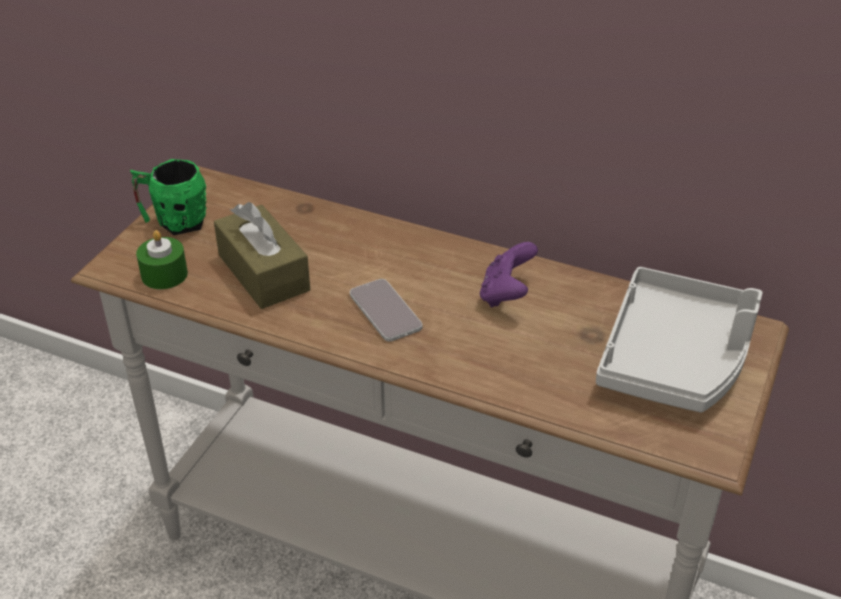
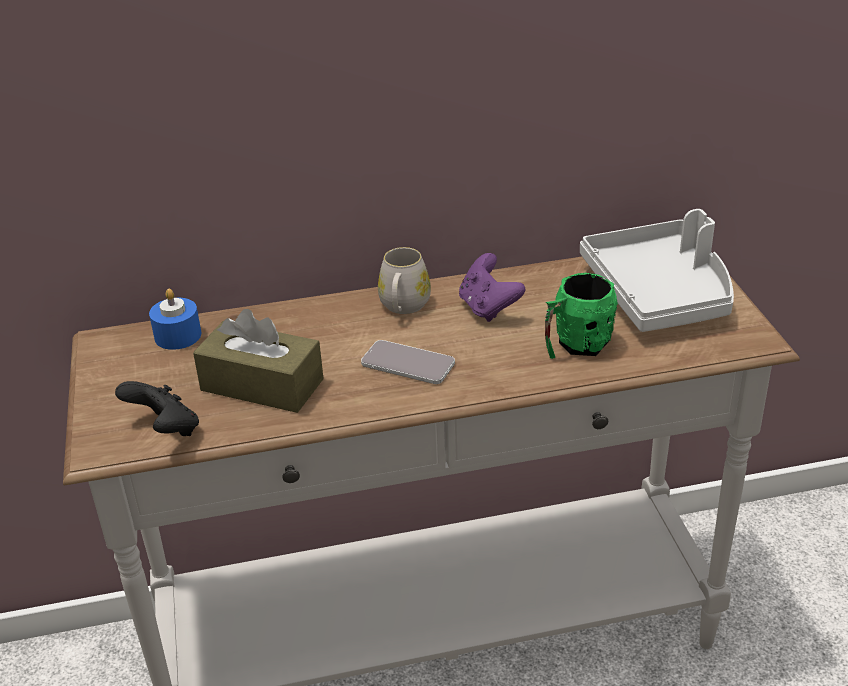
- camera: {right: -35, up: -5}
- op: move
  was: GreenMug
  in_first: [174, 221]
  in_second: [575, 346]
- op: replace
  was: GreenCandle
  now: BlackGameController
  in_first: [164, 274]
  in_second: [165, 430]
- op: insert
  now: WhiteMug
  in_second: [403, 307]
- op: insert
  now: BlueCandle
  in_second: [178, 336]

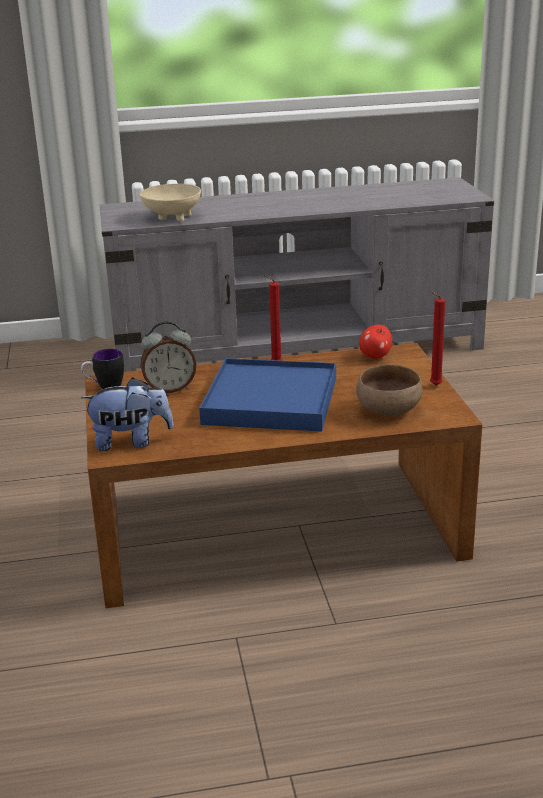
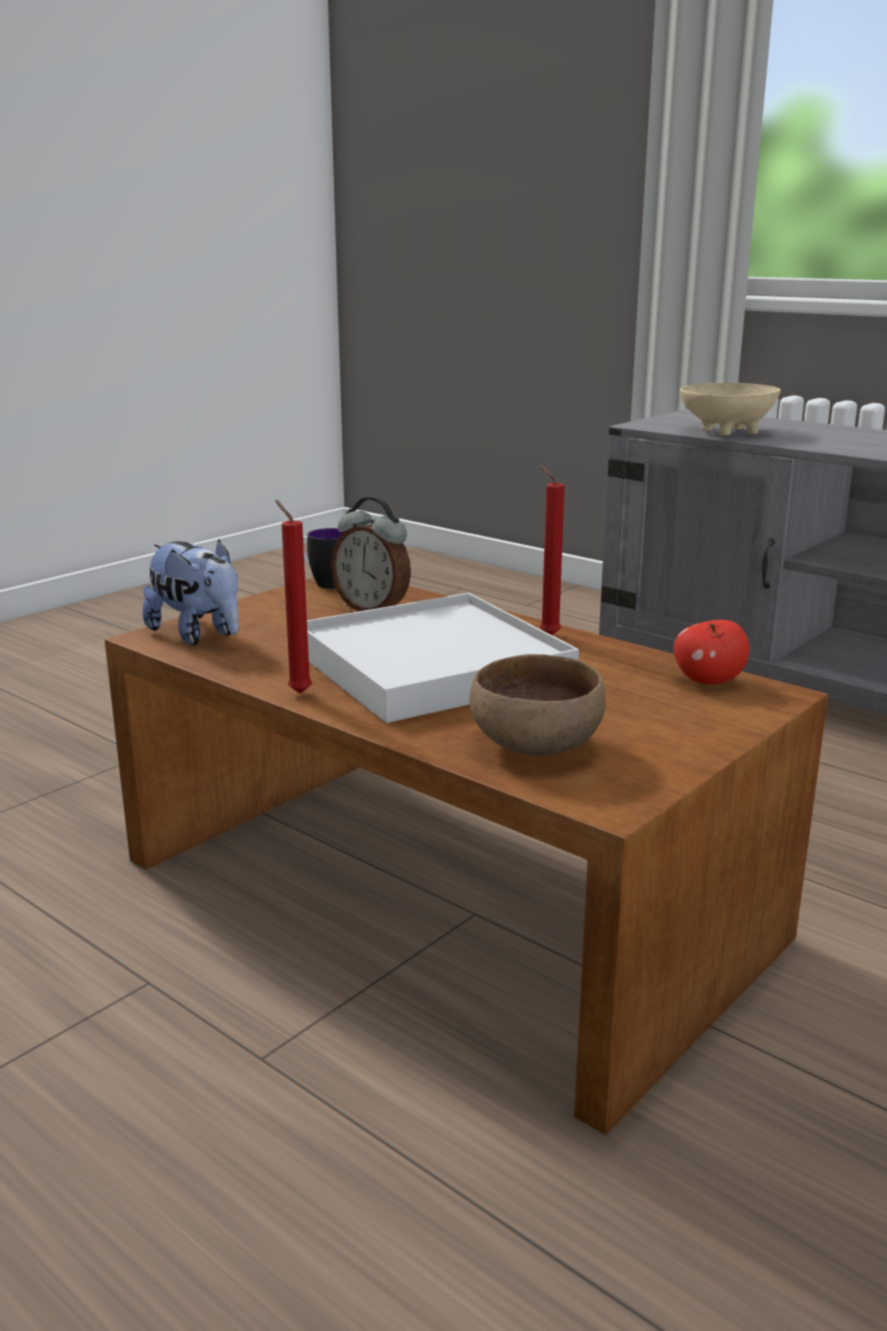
- camera: {right: 50, up: -5}
- op: move
  was: RedCandle
  in_first: [433, 385]
  in_second: [297, 692]
- op: recolor
  was: BlueTray
  now: WhiteTray
  in_first: [271, 401]
  in_second: [433, 666]

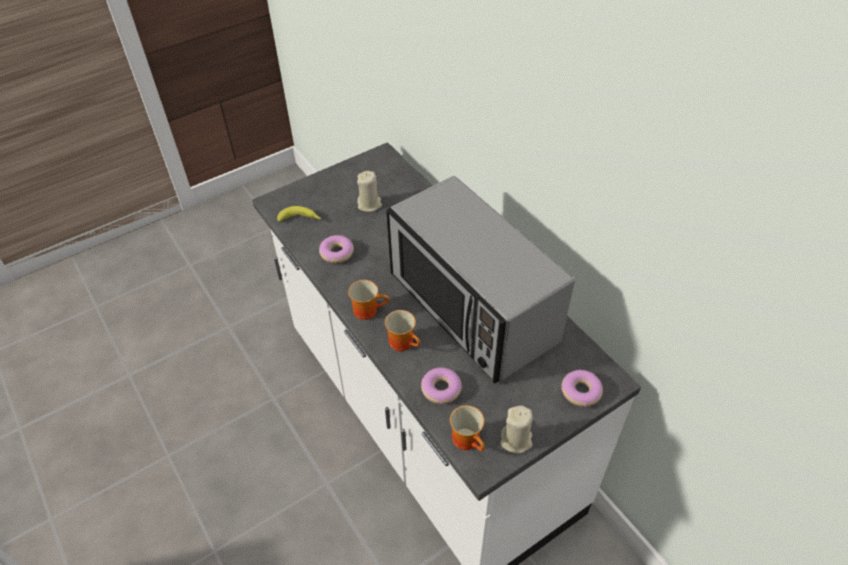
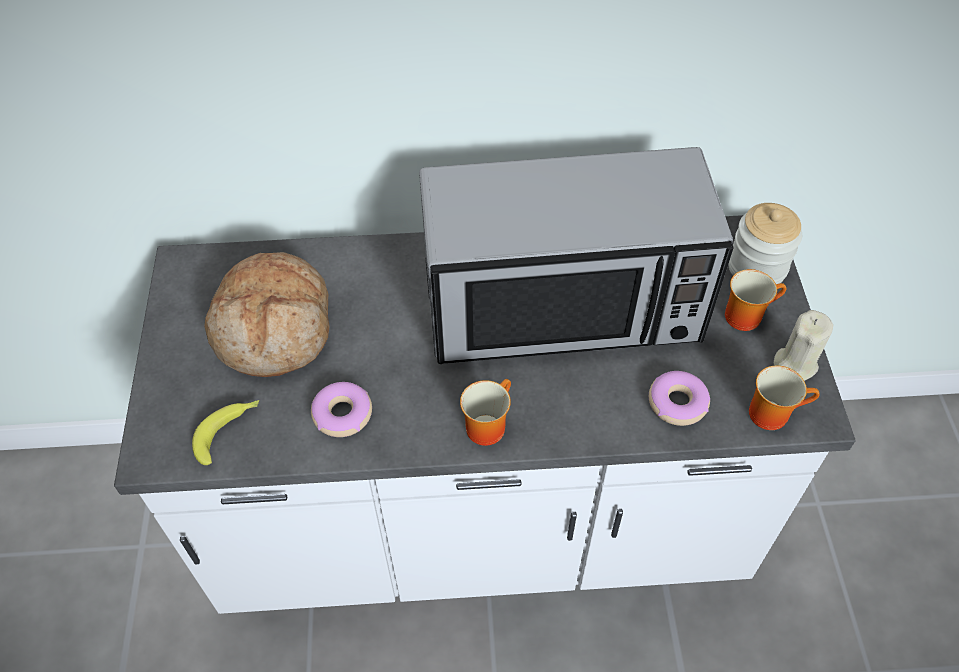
- camera: {right: -60, up: 5}
- op: replace
  was: BeigeCandle
  now: Bread
  in_first: [369, 204]
  in_second: [274, 328]
- op: move
  was: Mug
  in_first: [404, 342]
  in_second: [745, 313]
- op: replace
  was: Donut
  now: Jar
  in_first: [581, 391]
  in_second: [757, 267]

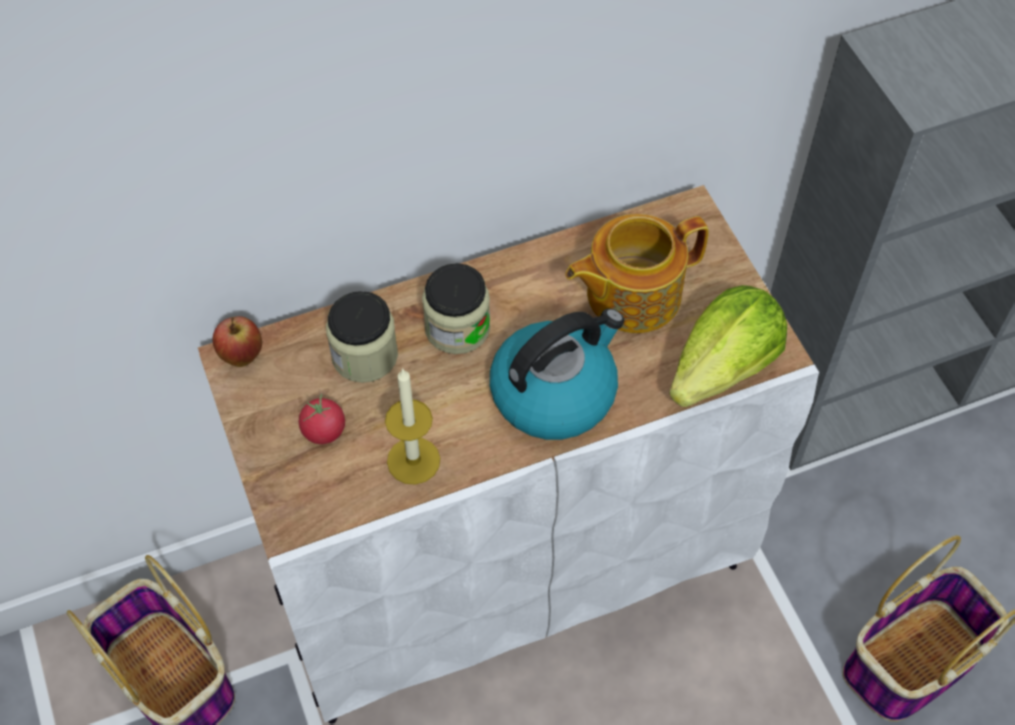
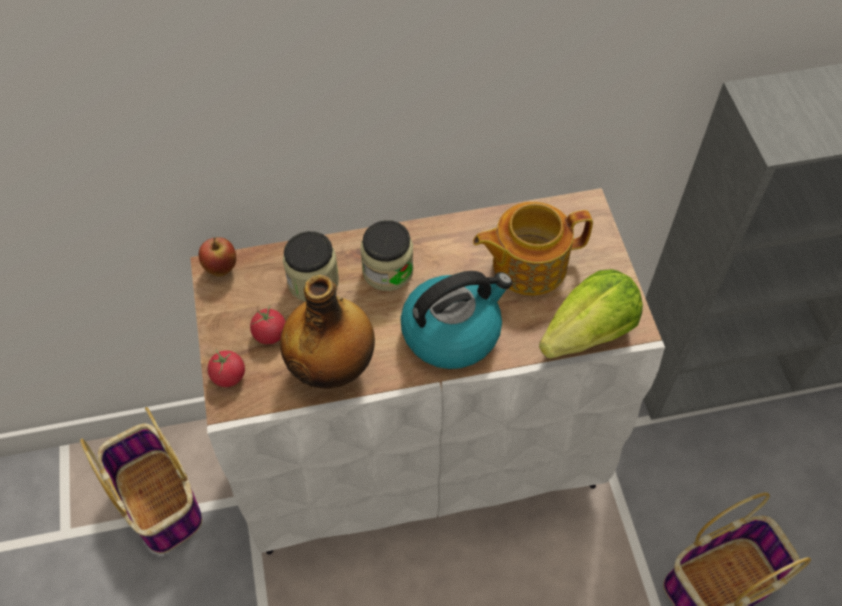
- camera: {right: 10, up: 0}
- op: replace
  was: Candle
  now: Bottle
  in_first: [413, 460]
  in_second: [333, 367]
- op: insert
  now: Tomato
  in_second: [228, 376]

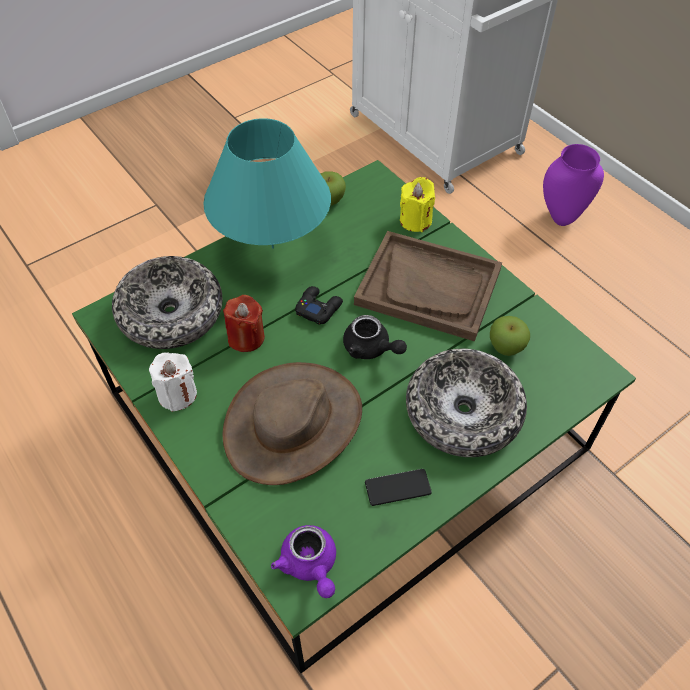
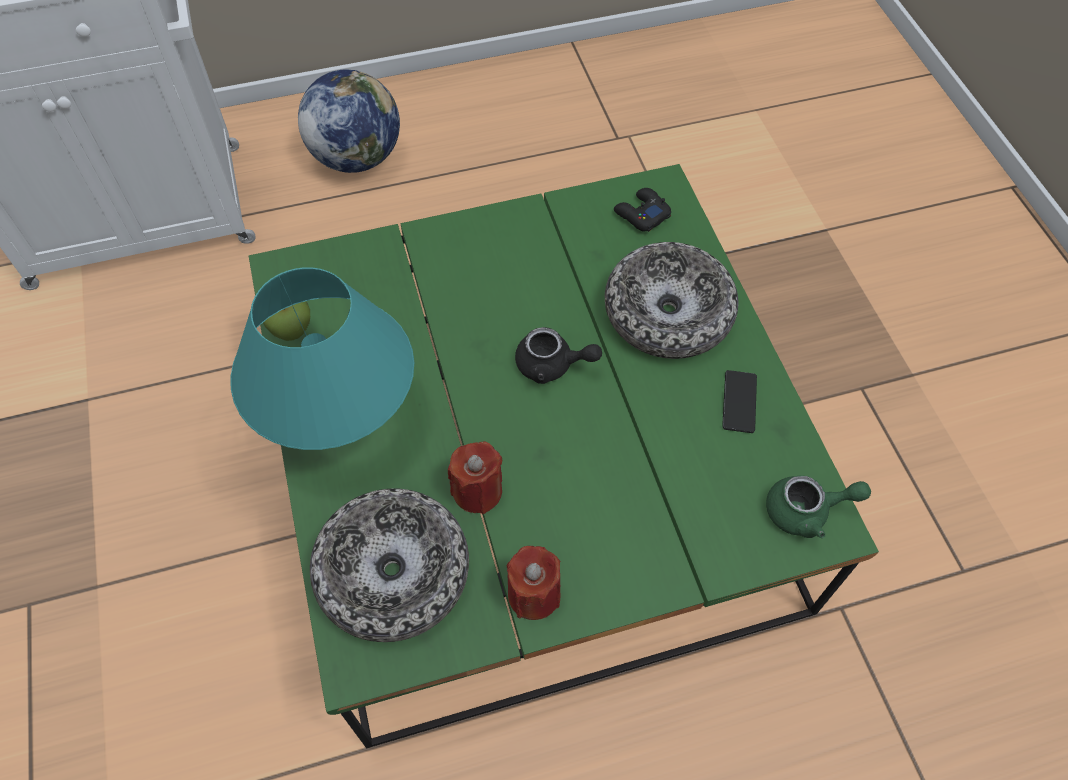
- camera: {right: -70, up: 5}
- op: replace
  was: PurpleVase
  now: Globe
  in_first: [561, 217]
  in_second: [356, 157]
- op: delete
  was: YellowCandle
  in_first: [415, 220]
- op: delete
  was: BrownTray
  in_first: [428, 287]
- op: move
  was: BlackGameController
  in_first: [318, 308]
  in_second: [641, 214]
- op: rotate
  was: BlackTeapot
  in_first: [371, 349]
  in_second: [552, 365]
  clockwise: 45
- op: delete
  was: Apple
  in_first: [505, 347]
- op: recolor
  was: WhiteCandle
  now: RedCandle
  in_first: [177, 394]
  in_second: [534, 594]
- op: delete
  was: BrownHat
  in_first: [294, 424]
- op: recolor
  was: PurpleTeapot
  now: GreenTeapot
  in_first: [310, 565]
  in_second: [806, 511]

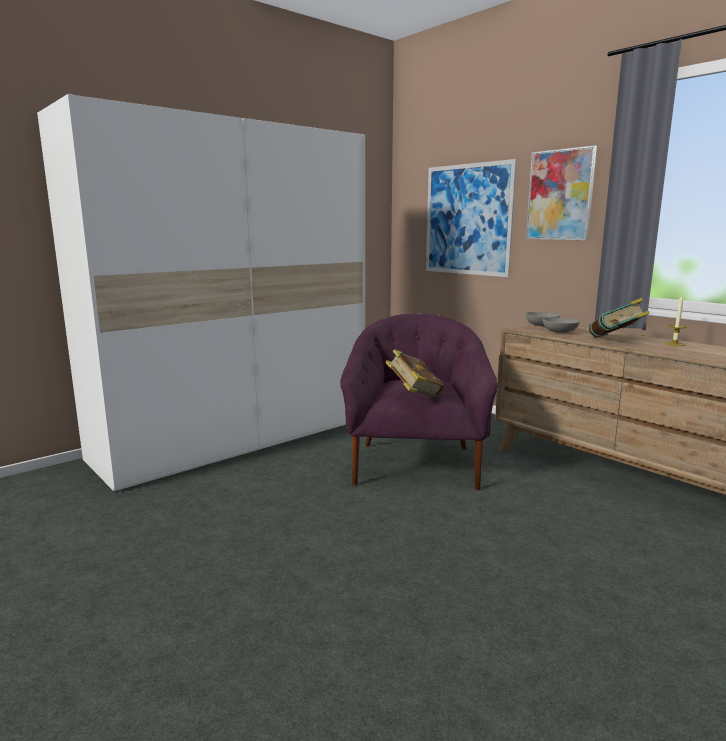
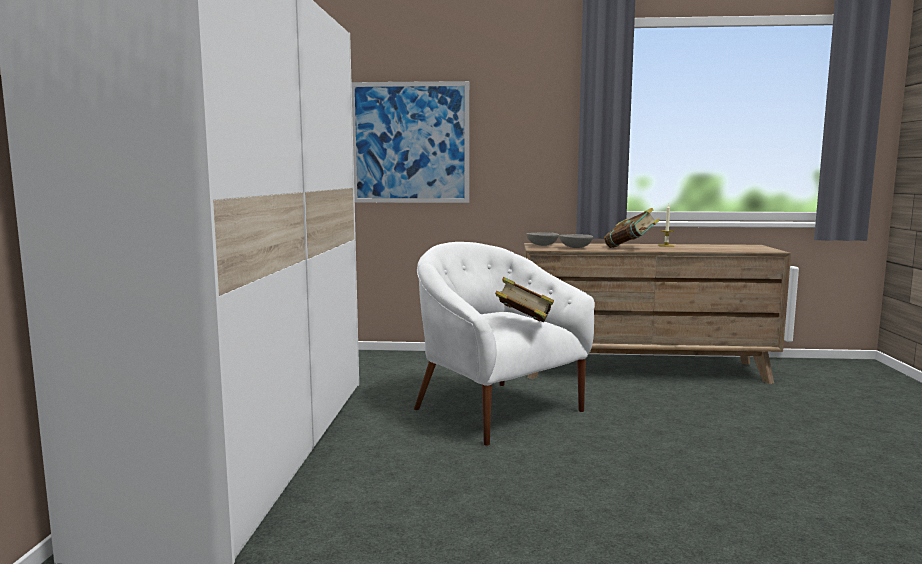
- camera: {right: -45, up: -5}
- op: delete
  was: Picture
  in_first: [560, 195]
- op: recolor
  was: PurpleArmchair
  now: WhiteArmchair
  in_first: [415, 464]
  in_second: [495, 410]

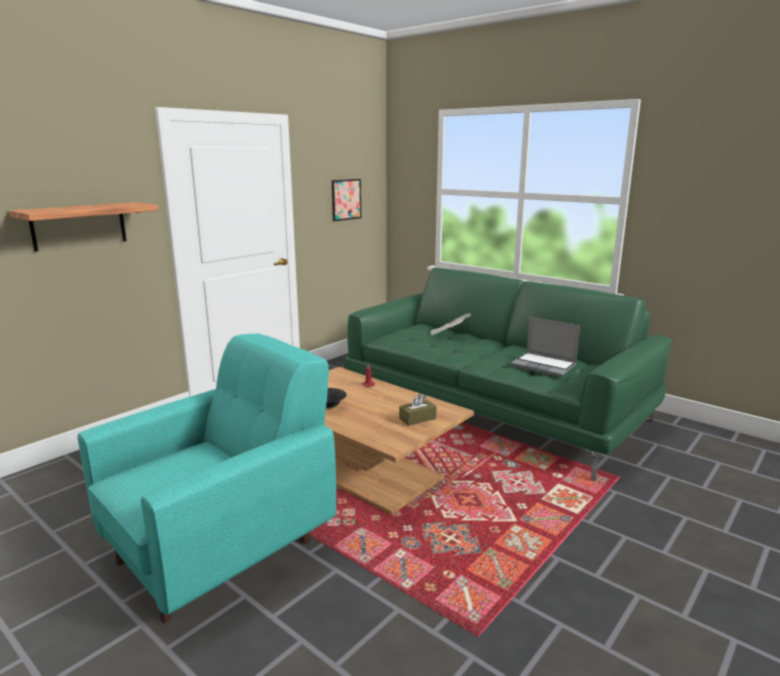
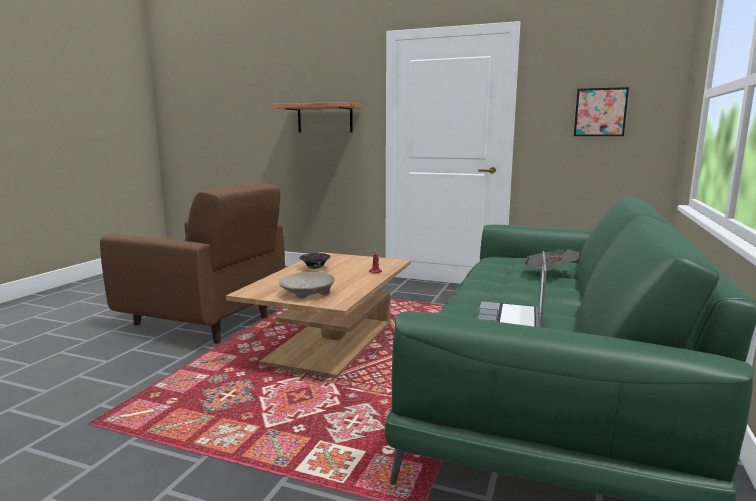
- camera: {right: 70, up: -5}
- op: recolor
  was: TurquoiseArmchair
  now: BrownArmchair
  in_first: [223, 549]
  in_second: [205, 322]
- op: replace
  was: BrownTissueBox
  now: BeigeBowl
  in_first: [417, 419]
  in_second: [308, 293]

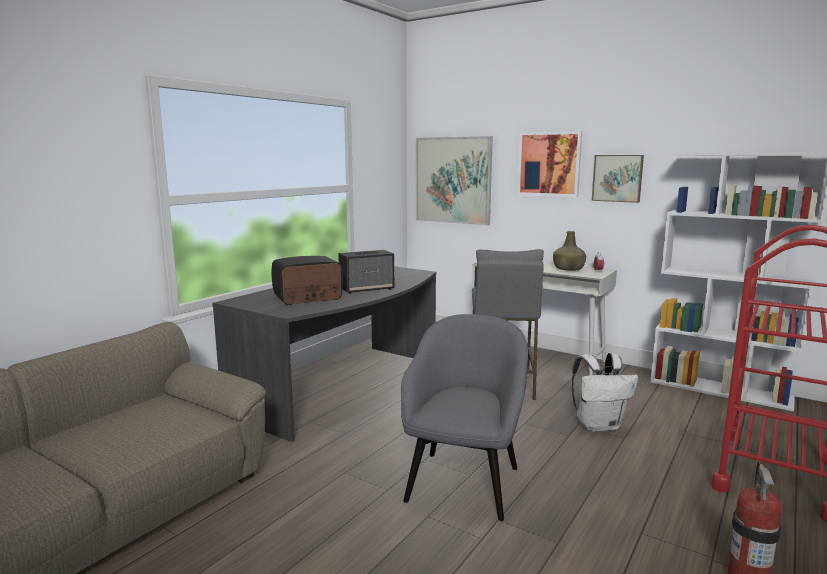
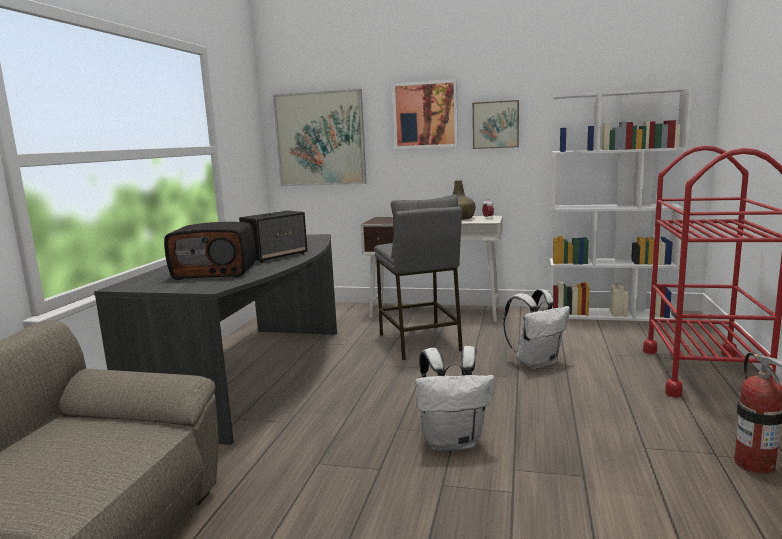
- camera: {right: -20, up: 0}
- op: rotate
  was: Radio
  in_first: [307, 298]
  in_second: [216, 272]
  clockwise: -135
- op: replace
  was: GreyArmchair
  now: WhiteBackpack
  in_first: [464, 482]
  in_second: [453, 442]

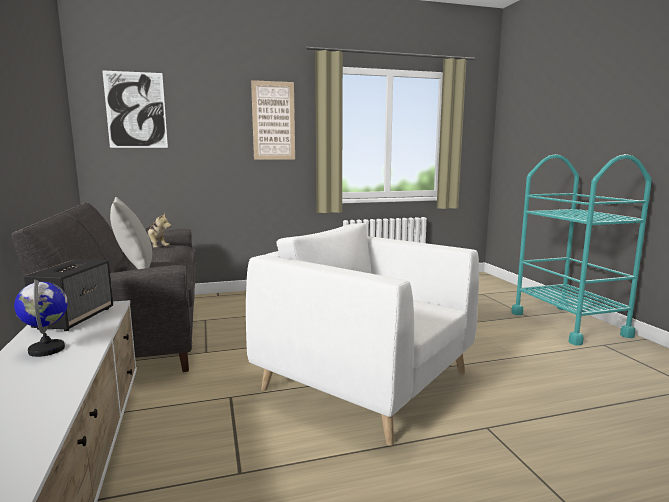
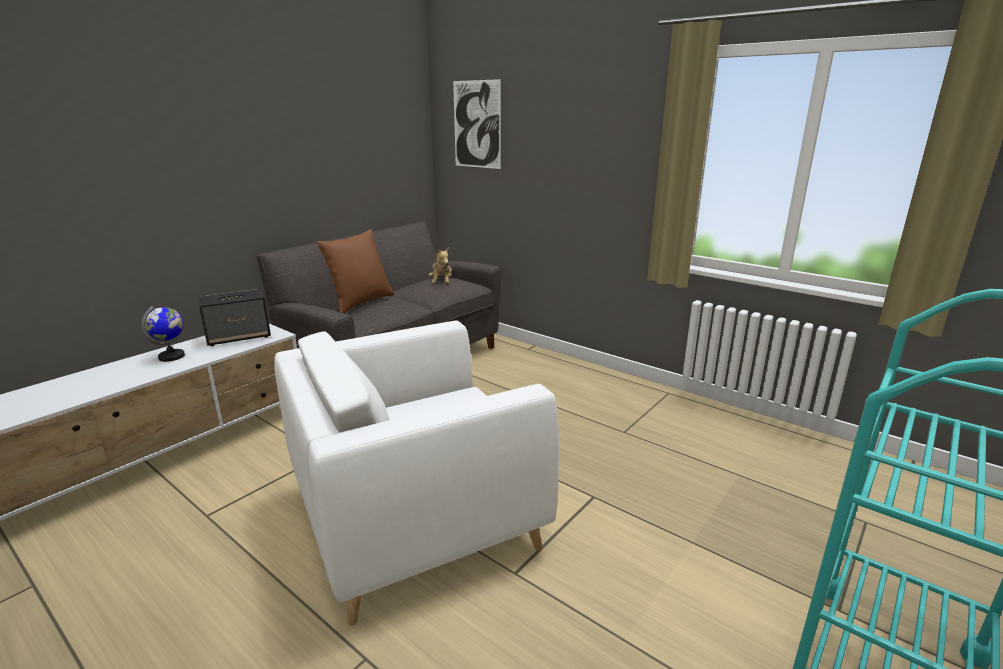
- camera: {right: 55, up: 10}
- op: delete
  was: Picture
  in_first: [273, 121]
- op: recolor
  was: GreyPillow
  now: BrownPillow
  in_first: [134, 268]
  in_second: [361, 303]
- op: rotate
  was: WhiteArmchair
  in_first: [366, 380]
  in_second: [414, 518]
  clockwise: -120

